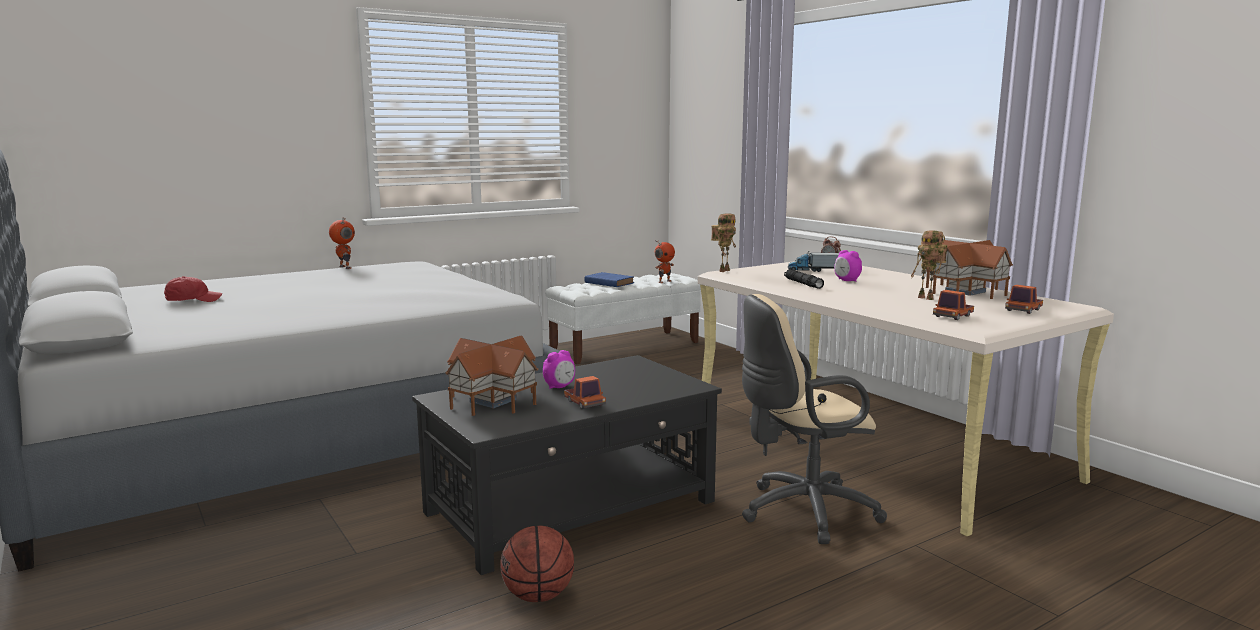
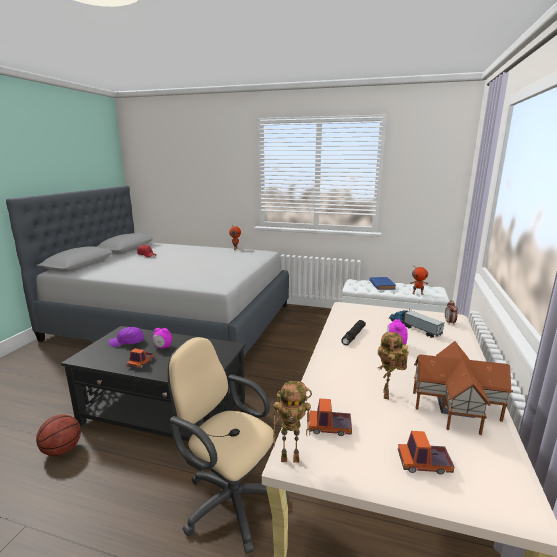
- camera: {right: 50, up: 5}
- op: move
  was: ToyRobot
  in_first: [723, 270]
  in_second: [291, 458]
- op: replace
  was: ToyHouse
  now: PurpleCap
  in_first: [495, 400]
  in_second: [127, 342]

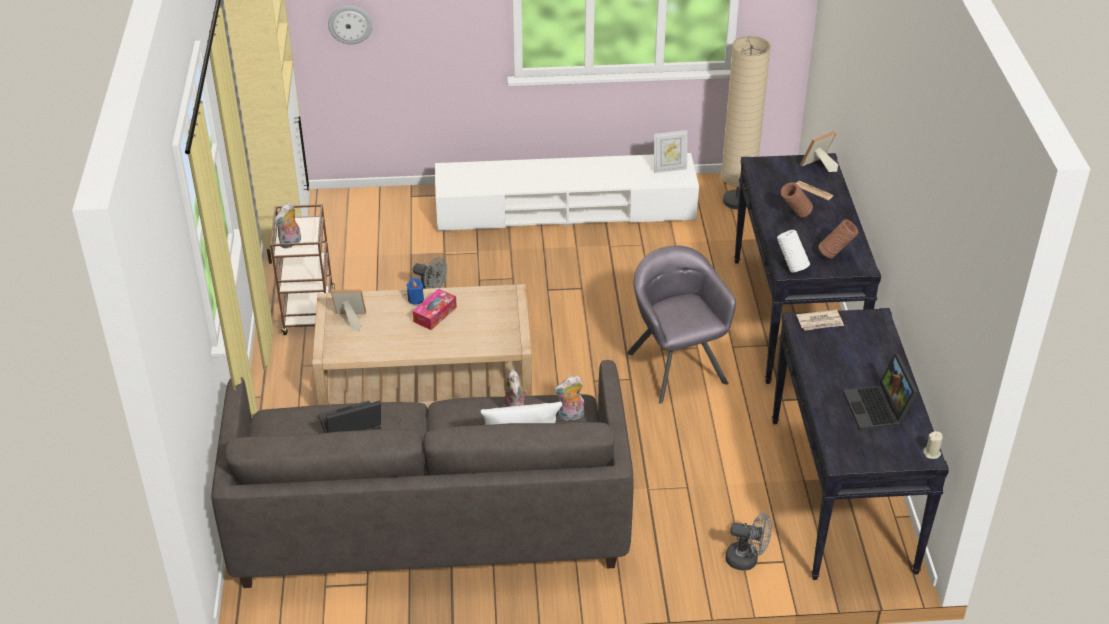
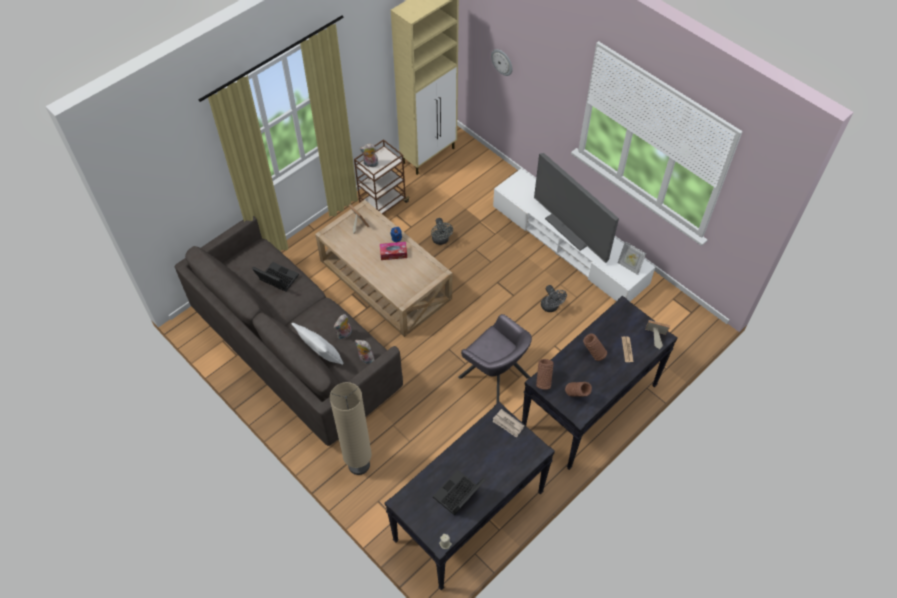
- camera: {right: 50, up: 15}
- op: move
  was: BeigeFloorLamp
  in_first: [736, 201]
  in_second: [359, 465]
- op: recolor
  was: WhiteVase
  now: BrownVase
  in_first: [791, 267]
  in_second: [543, 381]
- op: rotate
  was: GreyArmchair
  in_first: [676, 367]
  in_second: [494, 378]
  clockwise: 105
- op: move
  was: GreyFan
  in_first: [747, 559]
  in_second: [551, 307]
- op: insert
  now: Television
  in_second: [572, 229]

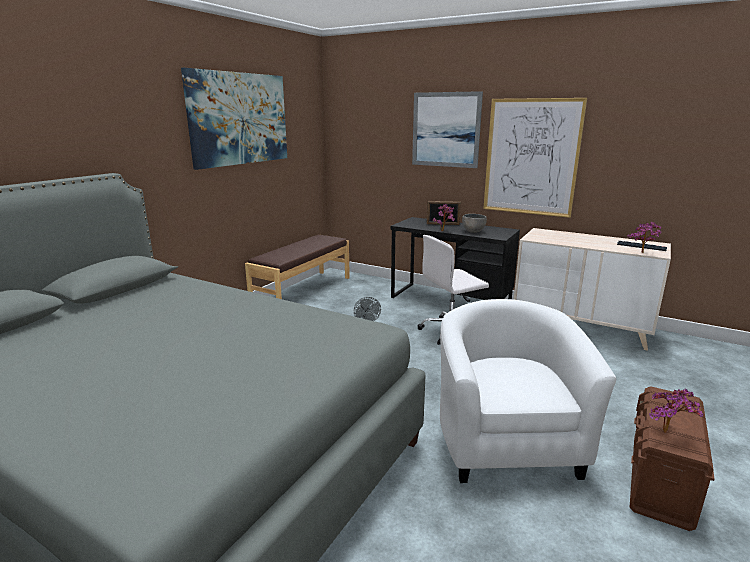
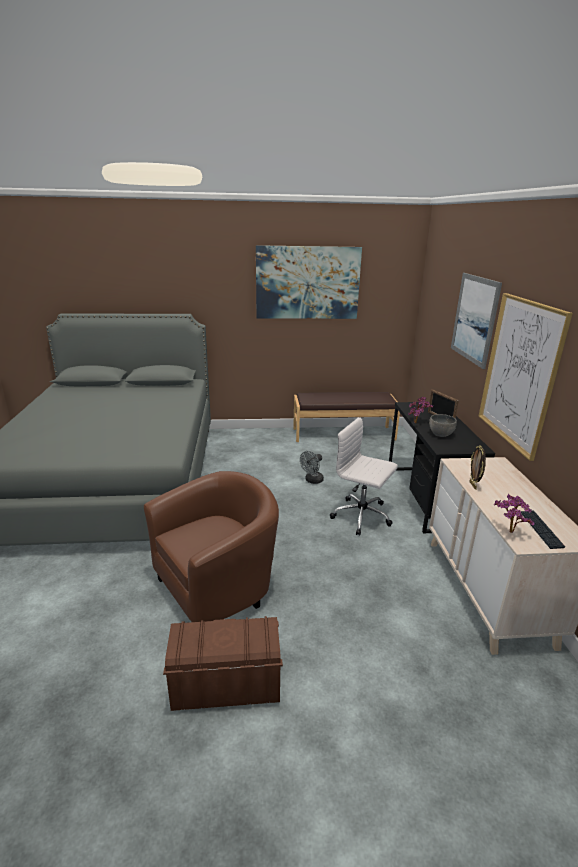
- camera: {right: 55, up: 5}
- op: recolor
  was: WhiteArmchair
  now: BrownArmchair
  in_first: [505, 442]
  in_second: [218, 587]
- op: delete
  was: PottedPlant
  in_first: [667, 434]
- op: insert
  now: PictureFrame
  in_second: [473, 485]

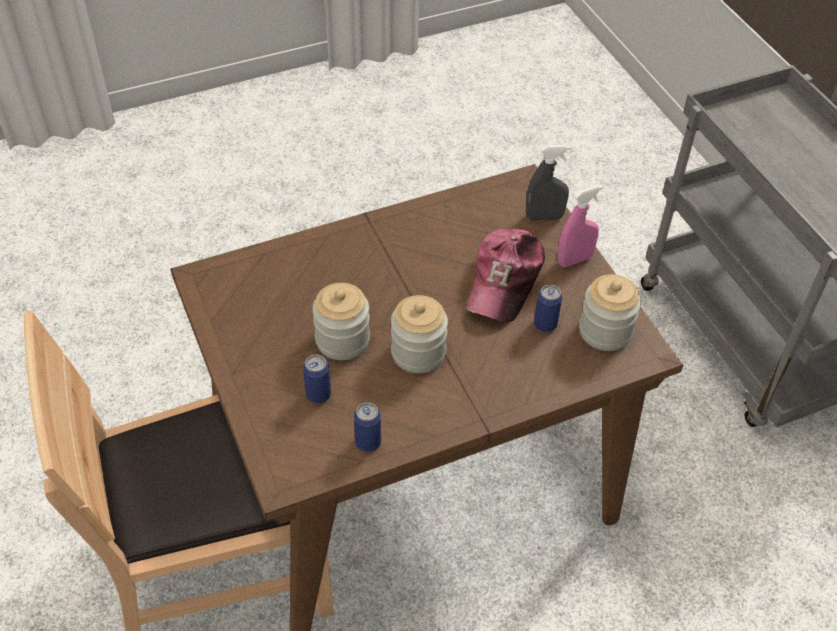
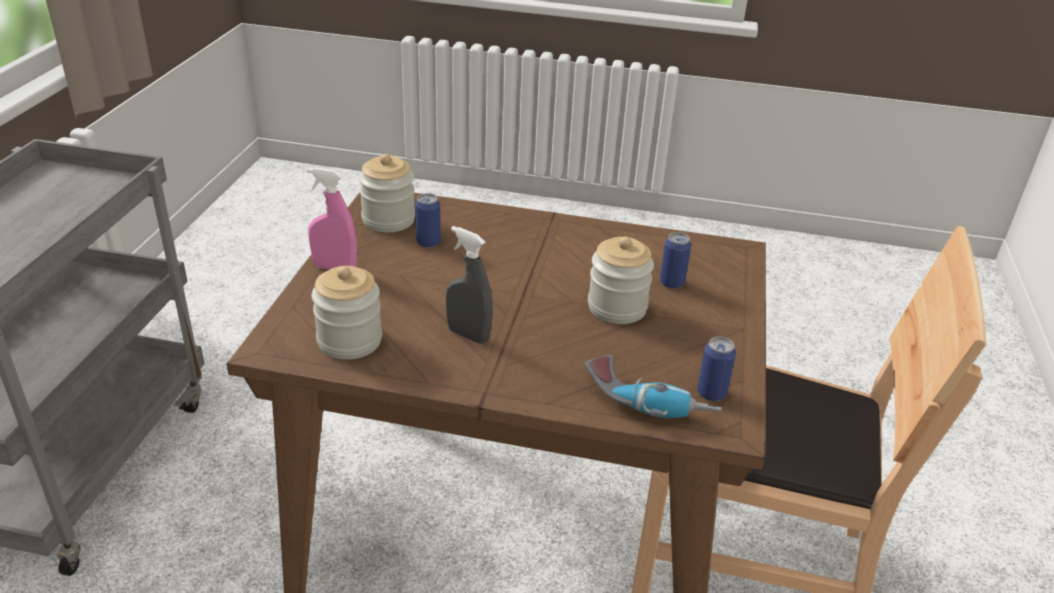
- camera: {right: -145, up: -15}
- op: move
  was: GreySprayBottle
  in_first: [544, 217]
  in_second: [468, 335]
- op: delete
  was: Cap
  in_first: [505, 281]
- op: move
  was: Jar
  in_first: [418, 352]
  in_second: [349, 341]
- op: move
  was: Can
  in_first: [368, 442]
  in_second: [711, 393]
- op: insert
  now: PowerDrill
  in_second: [648, 401]

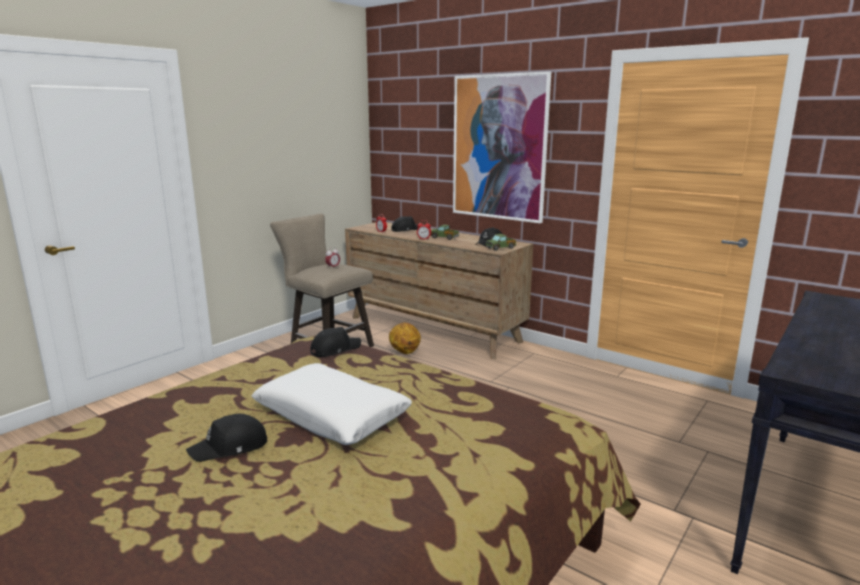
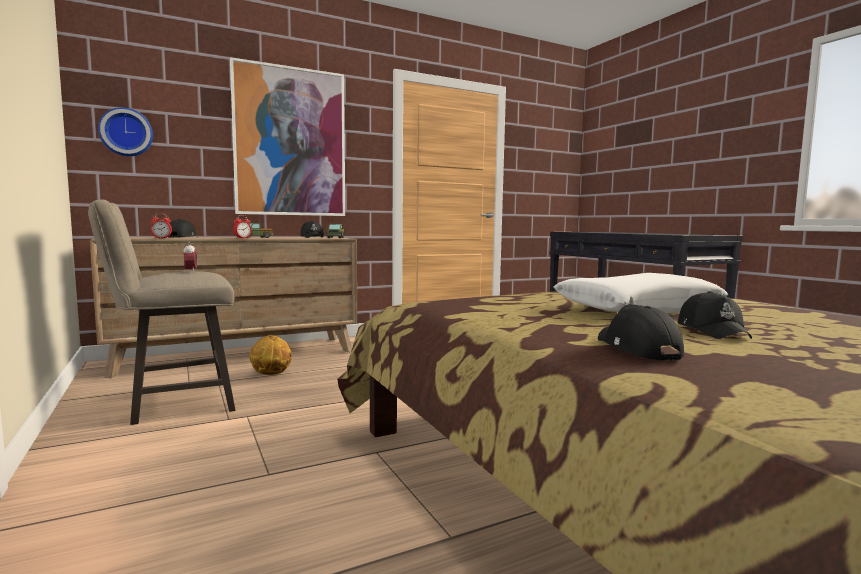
- camera: {right: -65, up: -10}
- op: move
  was: BlackCap
  in_first: [335, 349]
  in_second: [636, 349]
- op: insert
  now: WallClock
  in_second: [126, 132]

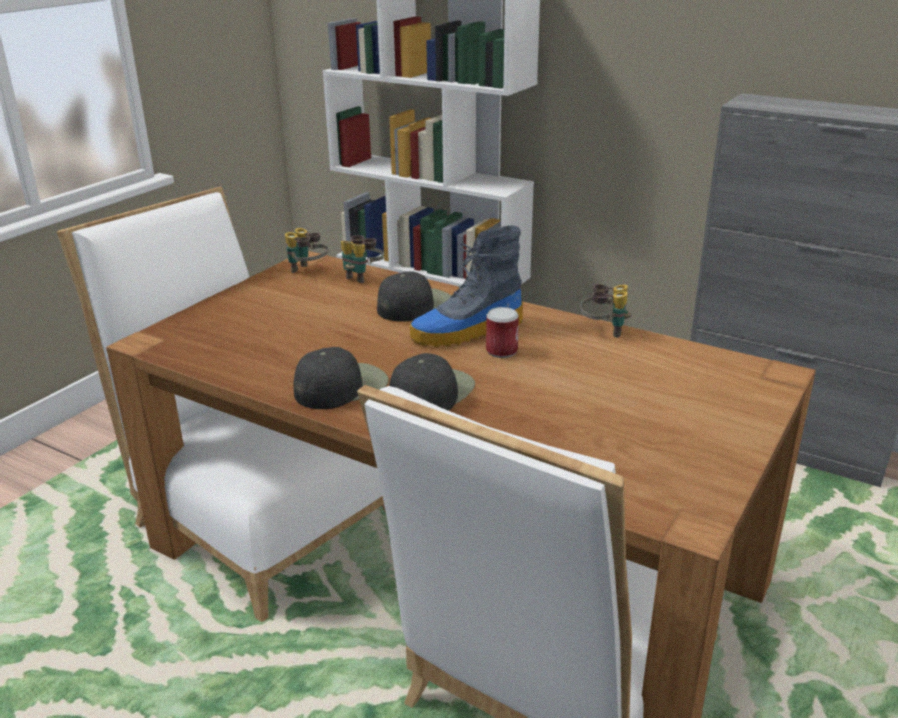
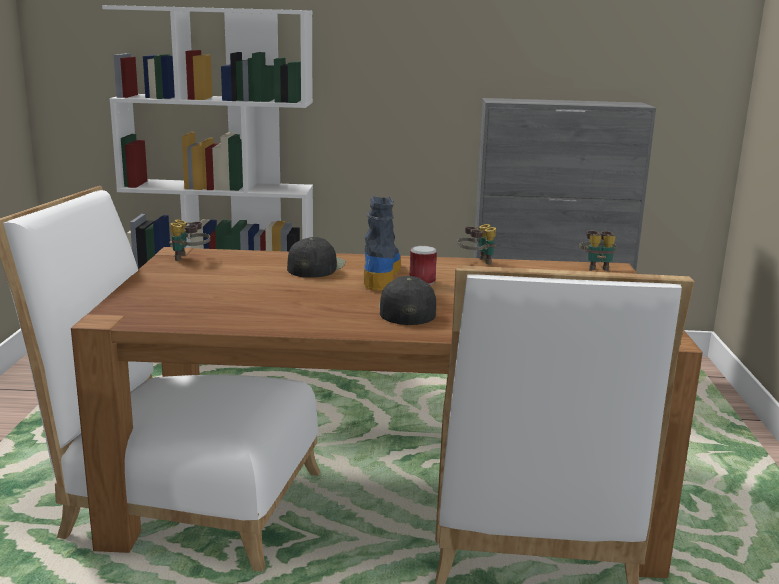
- camera: {right: -30, up: -10}
- op: rotate
  was: Boot
  in_first: [467, 332]
  in_second: [381, 276]
  clockwise: 150
- op: move
  was: Binoculars
  in_first: [362, 277]
  in_second: [597, 268]
- op: delete
  was: BlackCap
  in_first: [341, 386]

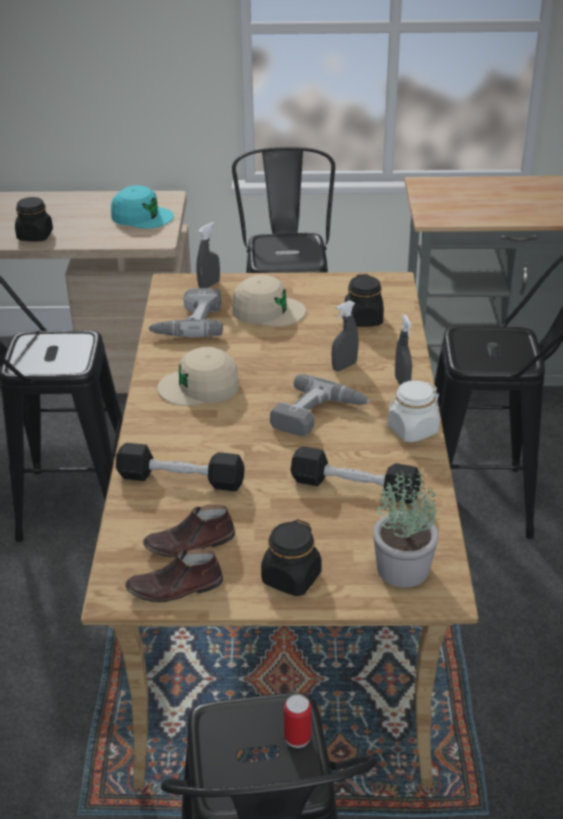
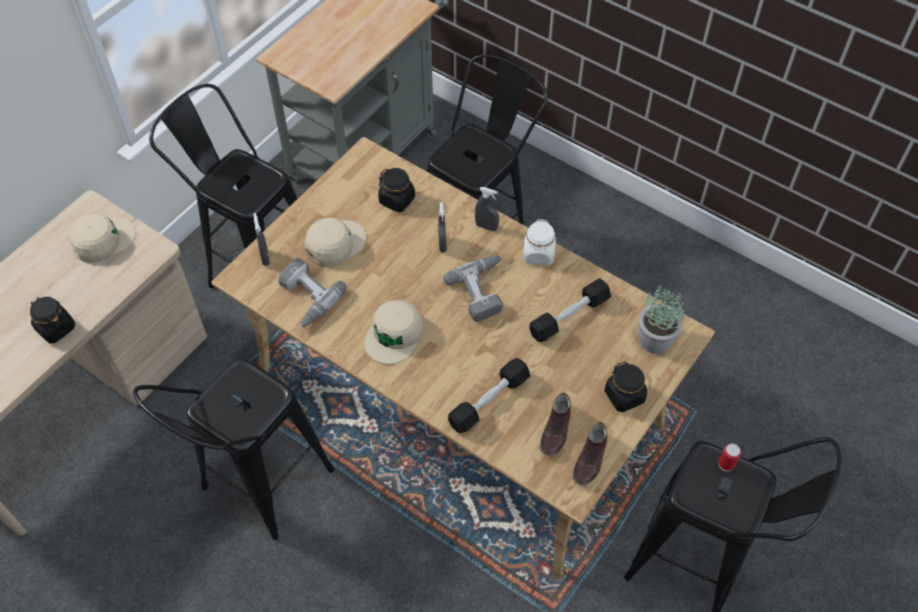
- camera: {right: -55, up: 20}
- op: recolor
  was: TurquoiseCap
  now: BeigeCap
  in_first: [141, 216]
  in_second: [103, 240]

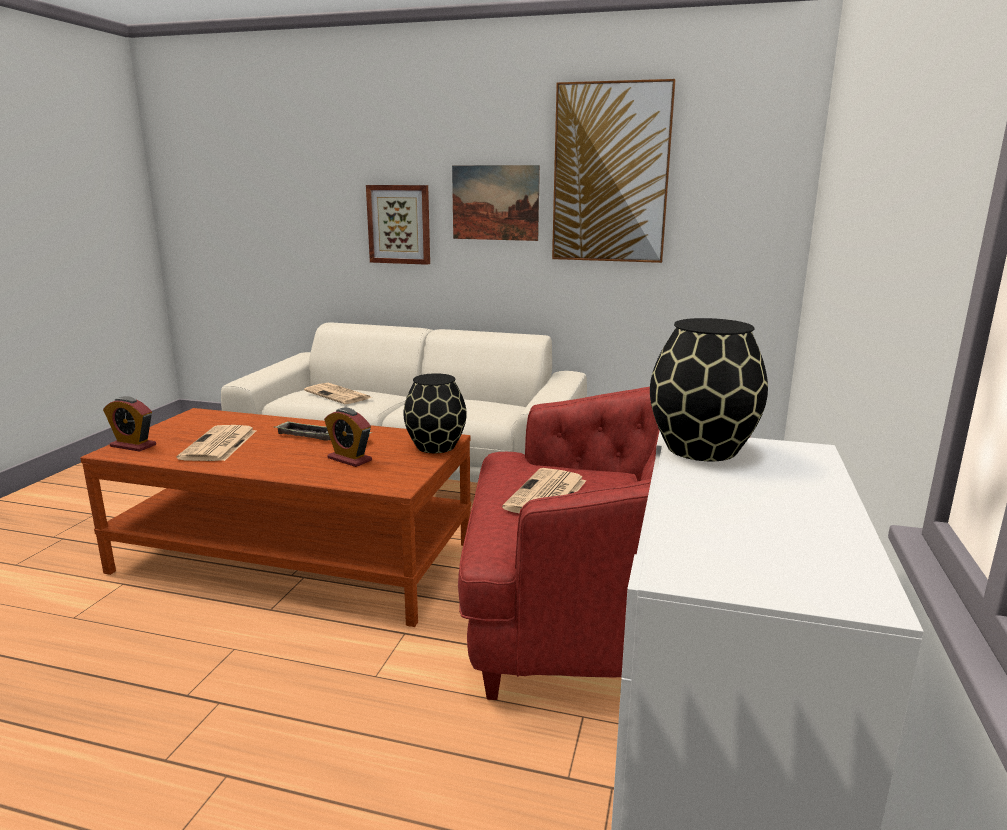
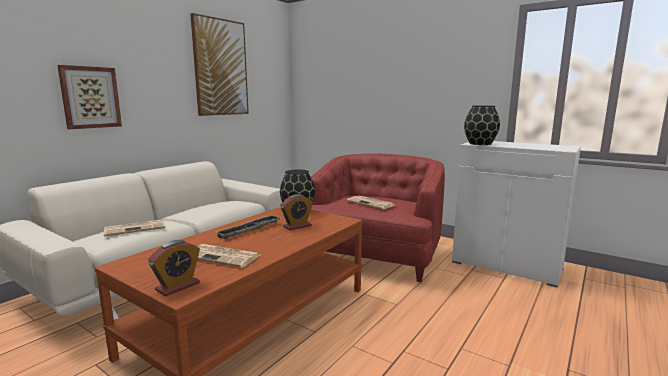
- camera: {right: -70, up: -5}
- op: delete
  was: Picture
  in_first: [495, 203]

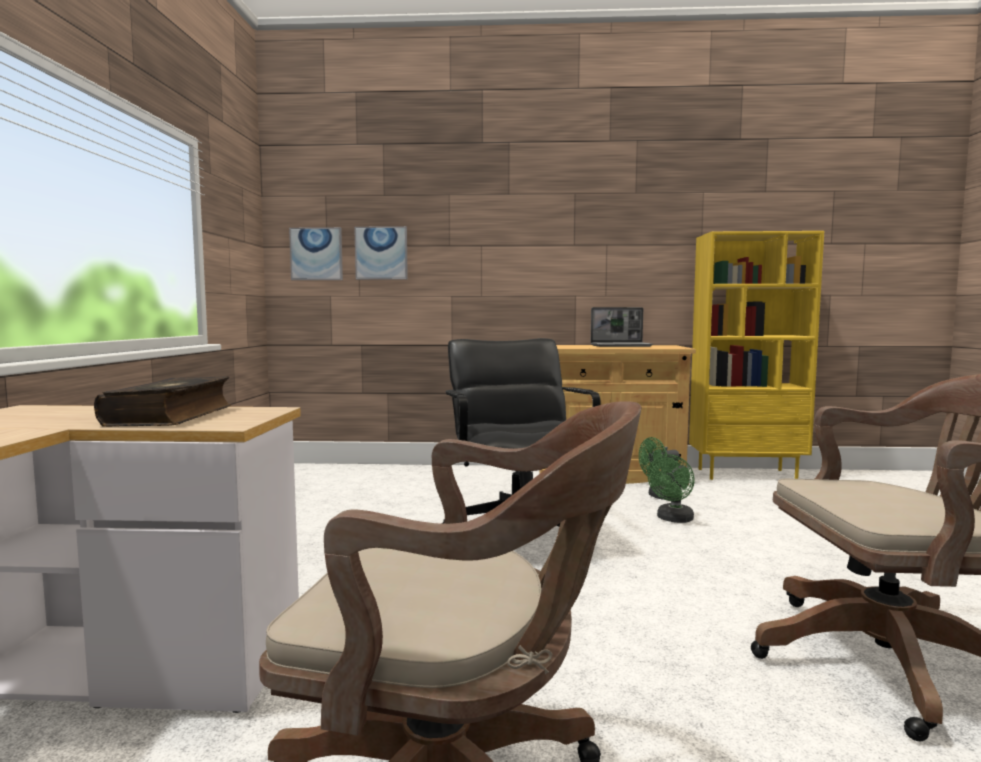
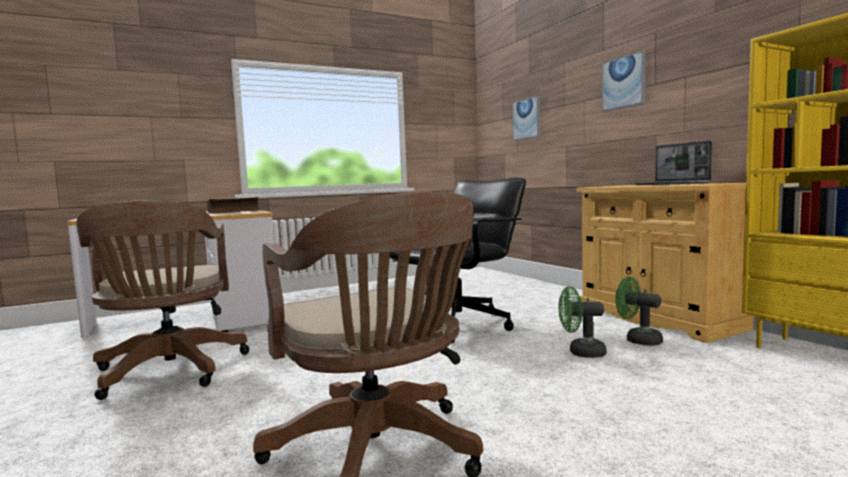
- camera: {right: 60, up: 0}
- op: move
  was: Picture
  in_first: [316, 254]
  in_second: [623, 82]

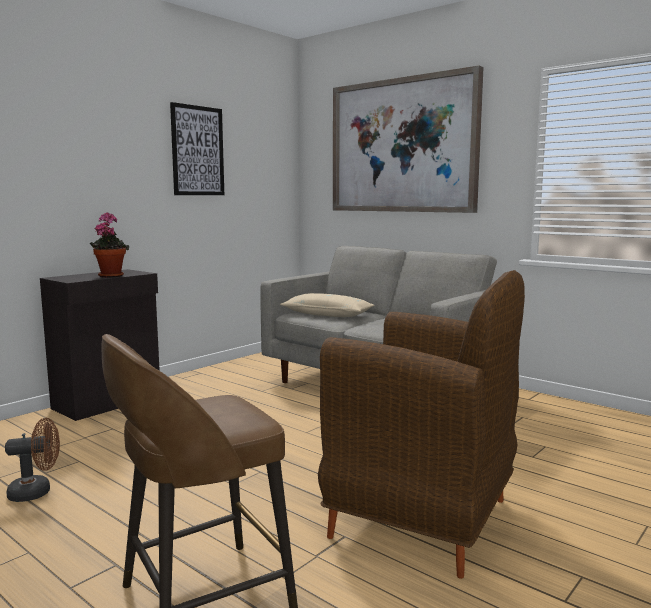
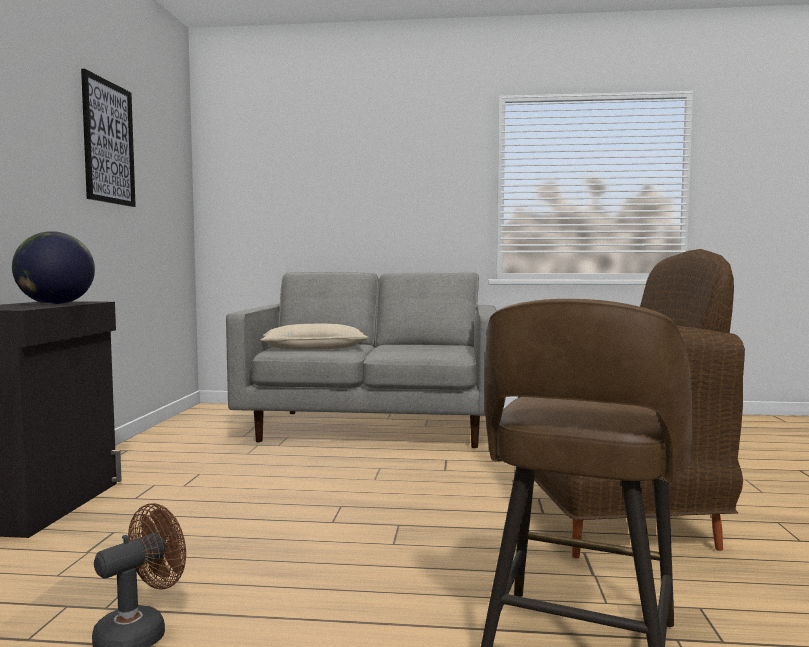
- camera: {right: -35, up: -5}
- op: delete
  was: Picture
  in_first: [402, 146]
- op: replace
  was: PottedPlant
  now: Globe
  in_first: [110, 275]
  in_second: [55, 304]

